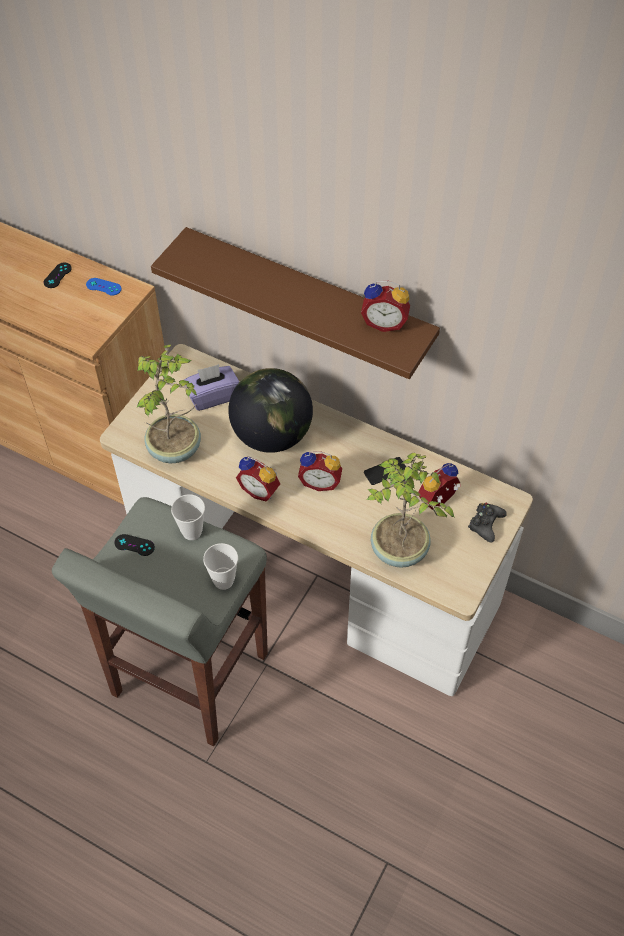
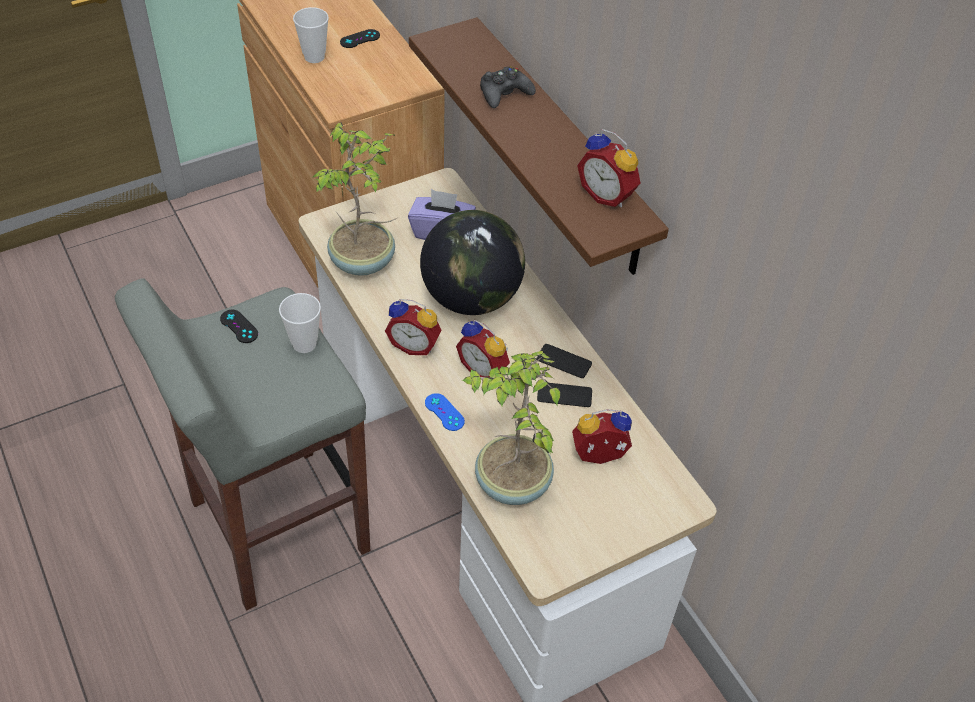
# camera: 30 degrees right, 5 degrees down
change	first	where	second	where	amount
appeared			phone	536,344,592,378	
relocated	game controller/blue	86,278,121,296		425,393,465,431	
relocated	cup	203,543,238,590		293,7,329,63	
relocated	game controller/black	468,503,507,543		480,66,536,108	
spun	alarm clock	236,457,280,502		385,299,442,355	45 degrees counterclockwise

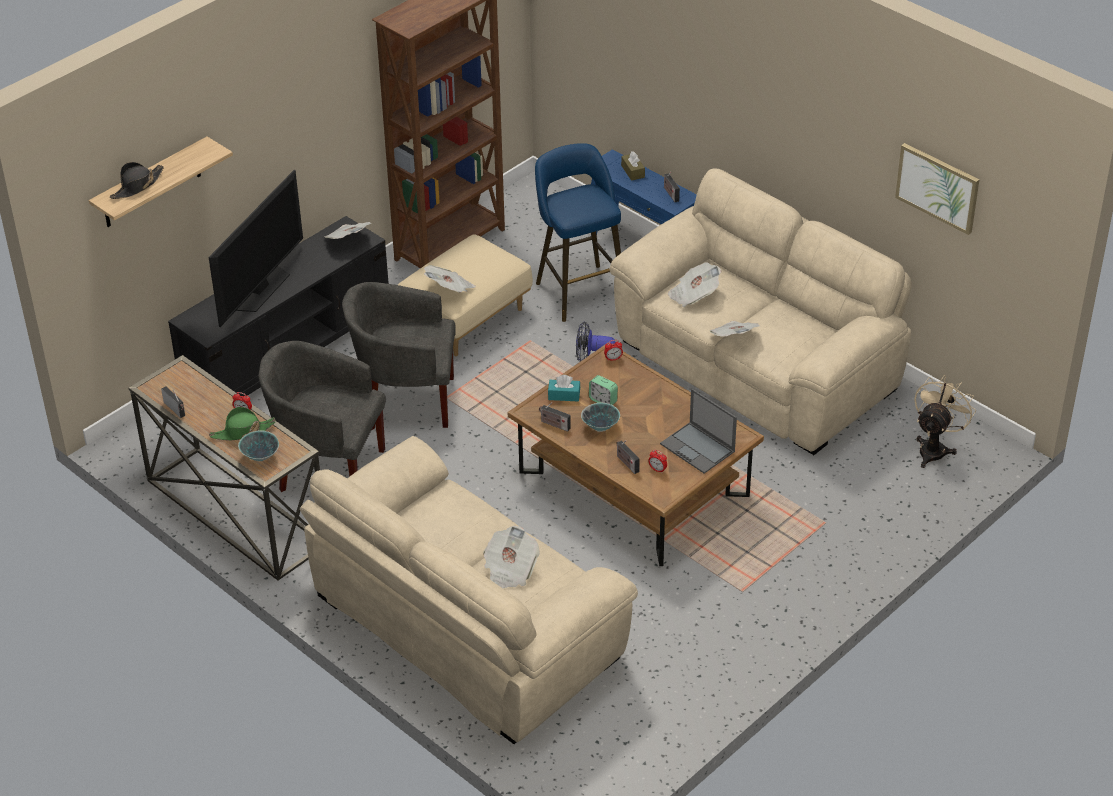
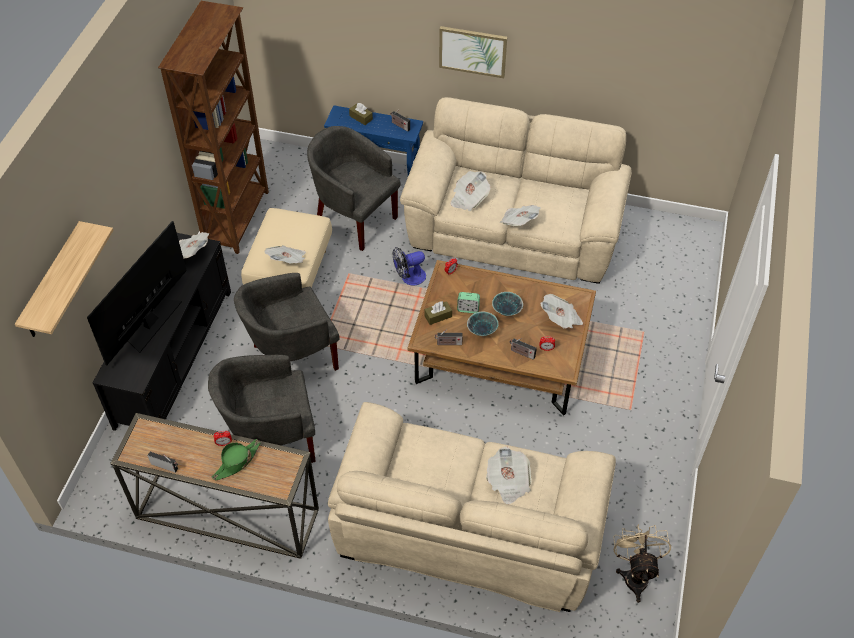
# camera: 30 degrees left, 10 degrees up
change	first	where	second	where	amount
missing	hat/black	110,162,164,199			
relocated	bowl	238,430,279,462		492,292,523,316	
relocated	picture	895,143,979,235		439,26,507,78	
relocated	fan/beige	914,375,976,468		613,524,671,603	
exchanged	stool/blue	535,143,621,322	armchair/grey	307,126,401,251	
exchanged	laptop	660,389,737,474	newspaper	540,294,583,329	
colour	tissue box/turquoise	548,375,580,402	tissue box/brown	424,301,452,325	
spun	television	209,170,303,327		87,221,187,366	150 degrees counterclockwise

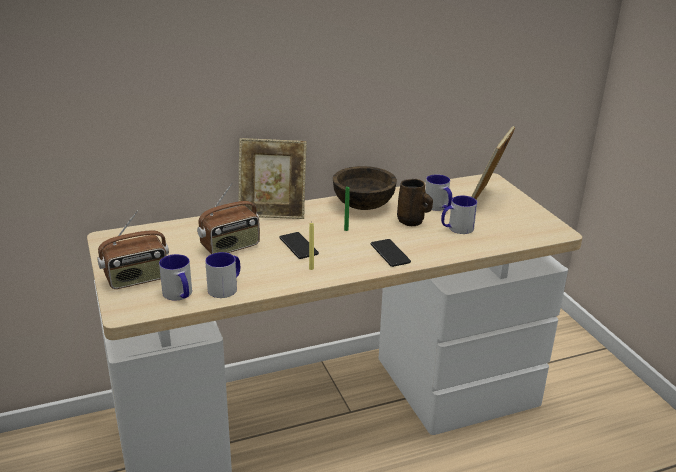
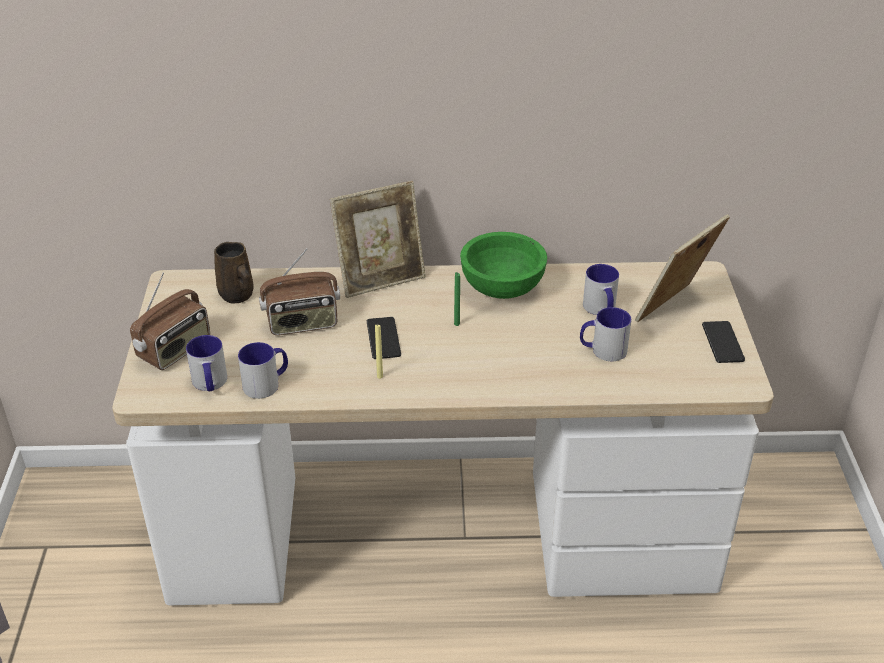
# camera: 20 degrees right, 10 degrees up
change	first	where	second	where	amount
relocated	phone	371,239,411,267		702,321,745,363	
relocated	mug/brown	397,179,433,226		214,242,254,304	
colour	bowl/brown	333,166,397,210	bowl/green	460,232,547,299	
spun	radio	97,211,169,289		130,273,210,370	45 degrees counterclockwise
spun	picture frame	238,138,307,219		330,181,426,298	45 degrees counterclockwise

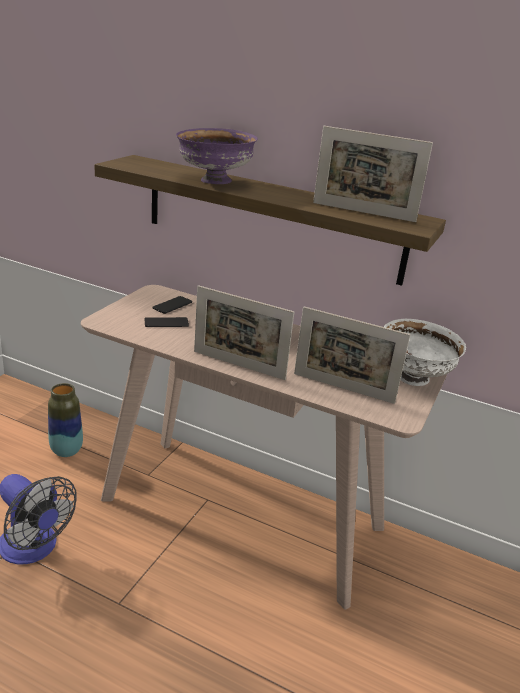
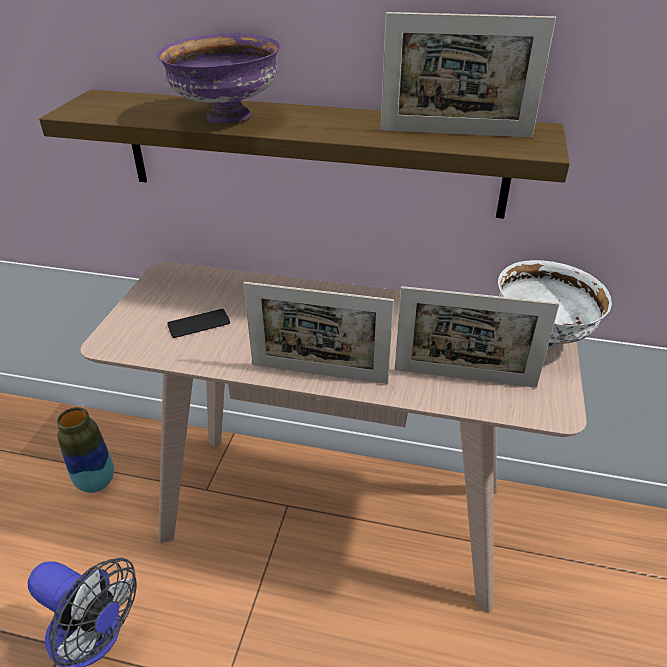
# camera: 10 degrees left, 10 degrees up
change	first	where	second	where	amount
missing	phone	152,296,192,314			

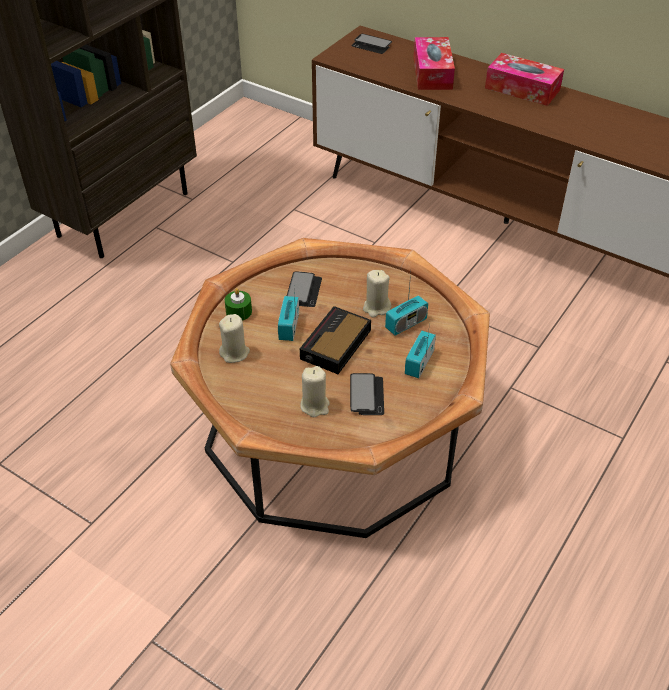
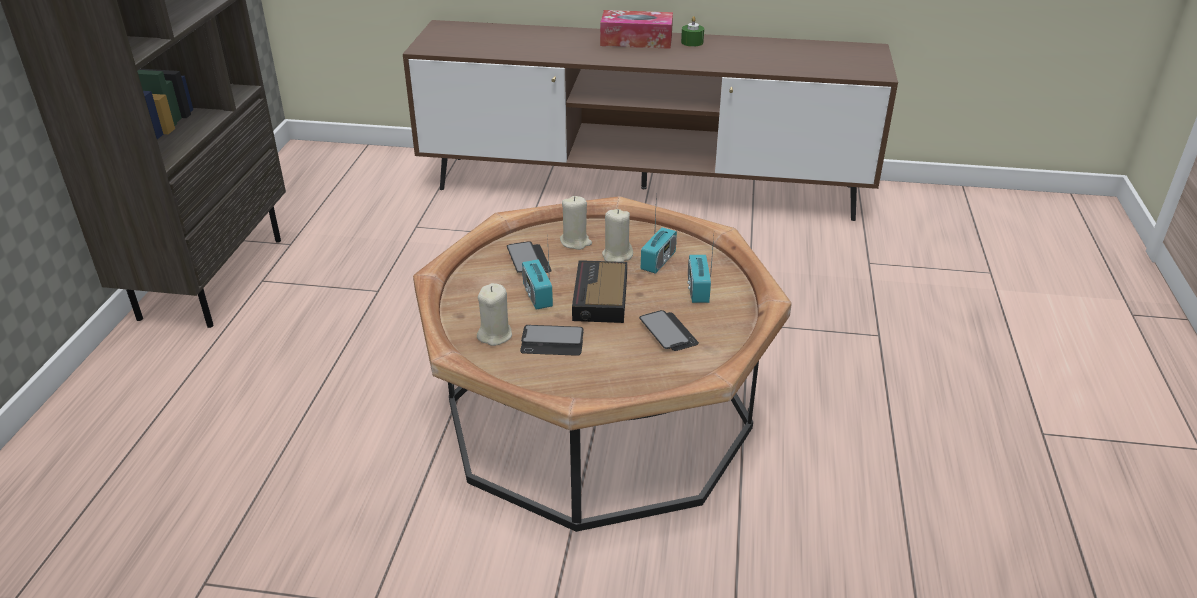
# camera: 25 degrees left, 10 degrees down
change	first	where	second	where	amount
missing	tissue box	413,37,455,90			
relocated	candle/green	225,288,252,321		681,16,704,47	
relocated	candle/beige	300,366,329,417		560,196,592,250	
relocated	phone	351,34,392,54		520,325,584,356	

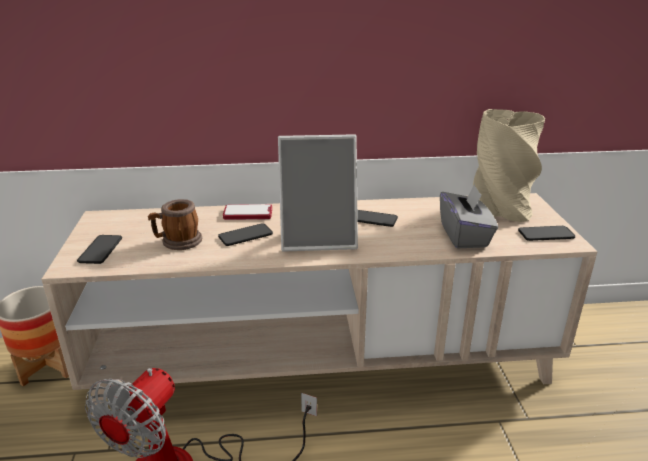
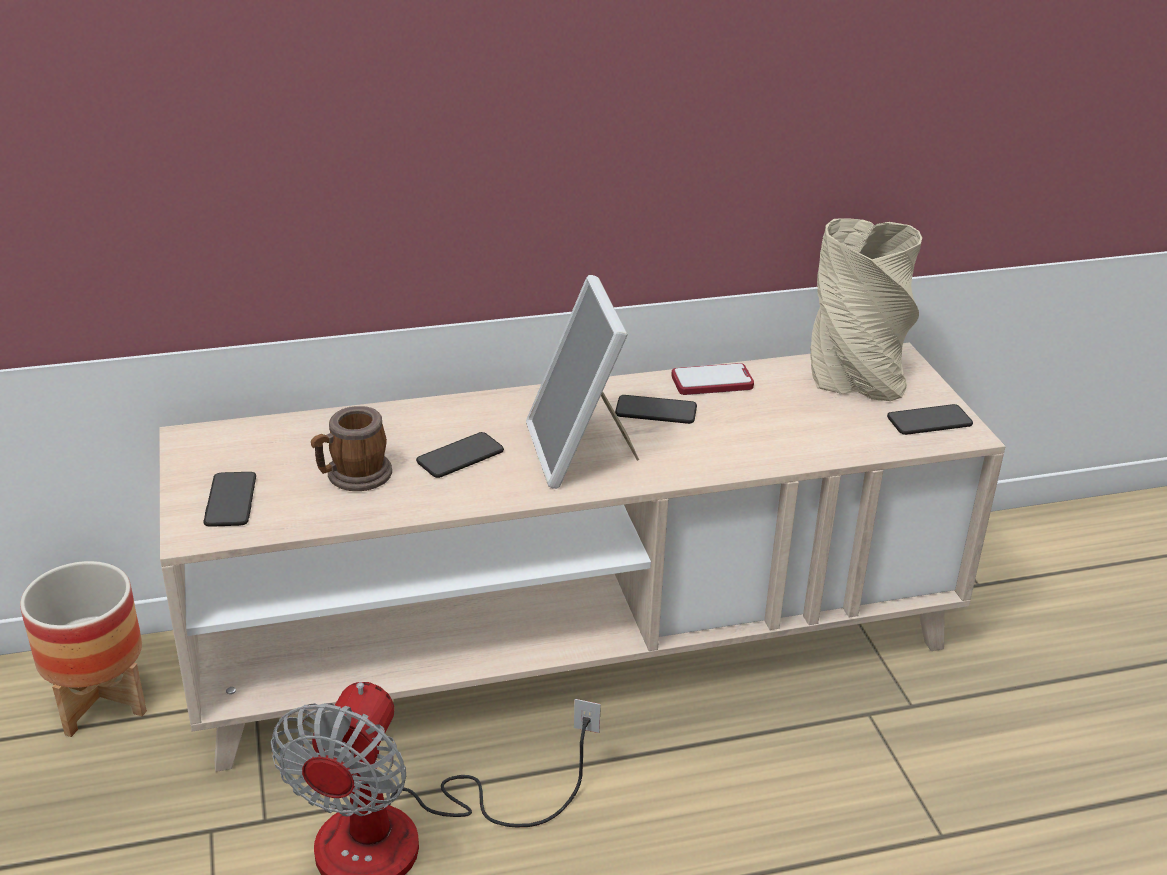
# camera: 10 degrees left, 5 degrees up
change	first	where	second	where	amount
missing	tissue box/grey	440,184,498,249			
relocated	phone	223,204,272,220		671,363,754,395	
spun	picture frame	278,134,358,252		526,275,639,489	90 degrees clockwise

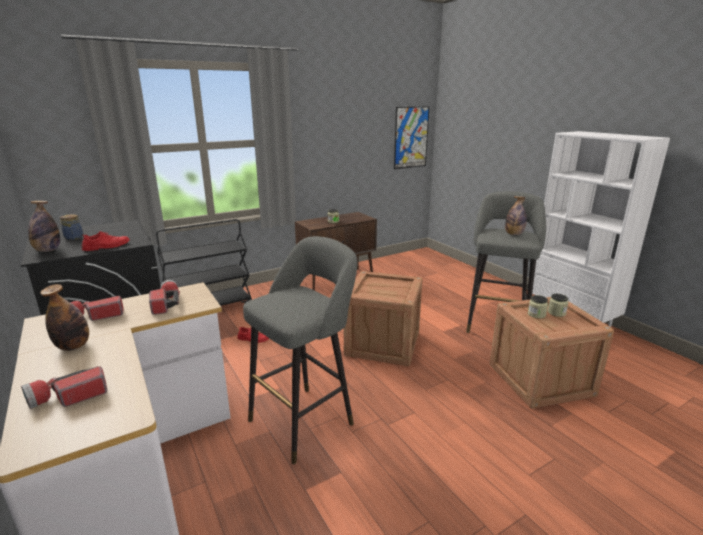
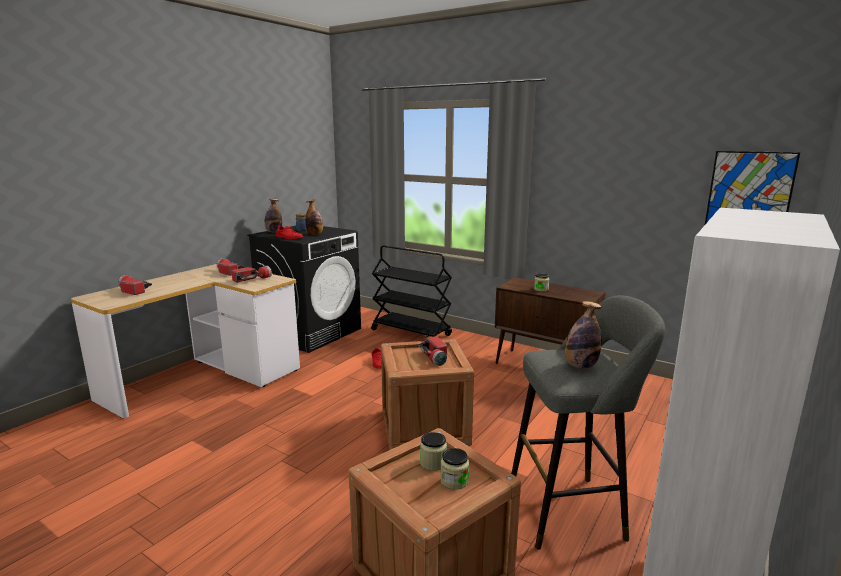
# camera: 65 degrees right, 5 degrees down
change	first	where	second	where	amount
missing	stool/grey	243,236,358,464			
appeared			flashlight	418,336,447,366	
relocated	bottle	40,284,89,351		305,200,323,235	

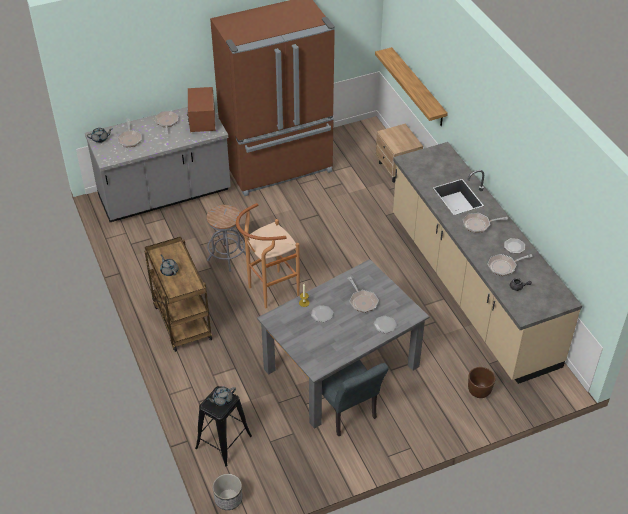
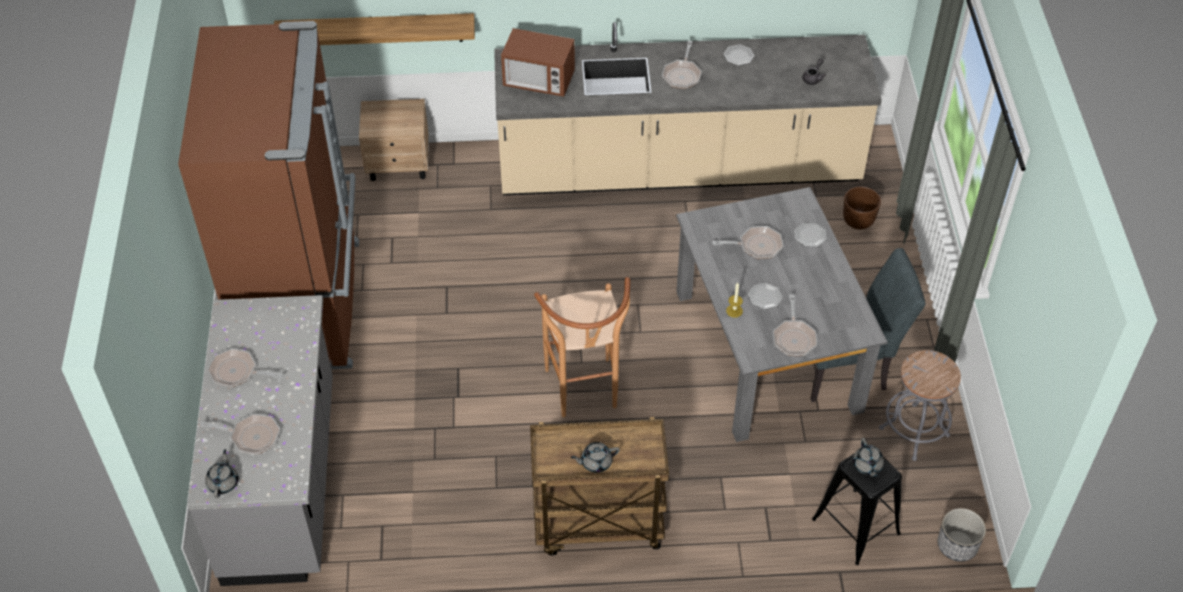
# camera: 70 degrees left, 5 degrees up
change	first	where	second	where	amount
relocated	microwave	187,87,215,132		501,28,575,97	
relocated	stool/grey	207,205,246,272		879,350,961,461	
relocated	frying pan	487,254,533,276		773,295,817,356	

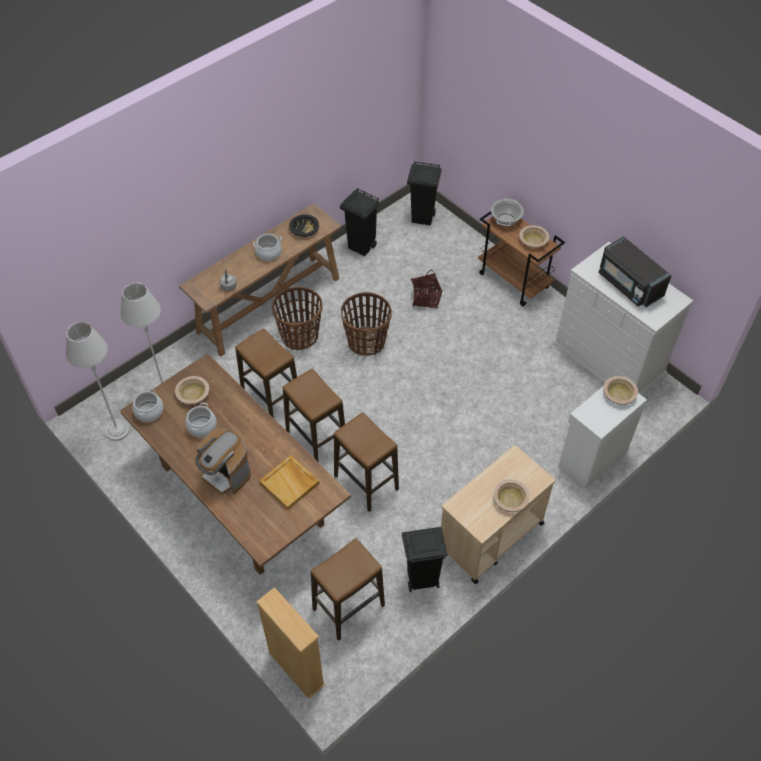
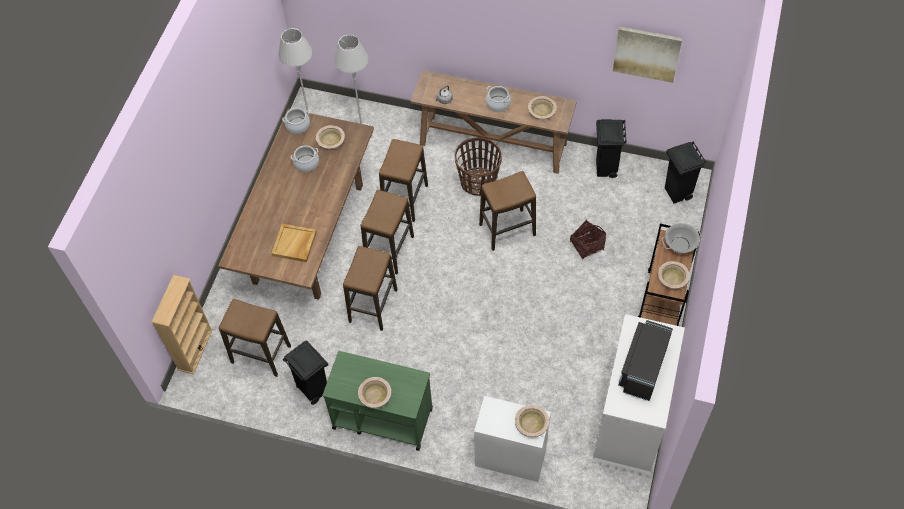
# camera: 60 degrees right, 5 degrees up
change	first	where	second	where	amount
missing	coffee machine	195,428,251,495			
appeared			picture	613,27,683,83	
exchanged	basket	341,292,392,356	stool	479,171,536,251	
colour	bowl/black	289,214,319,237	bowl/beige	528,96,557,120	
colour	cart/beige	441,445,555,584	cart/green	323,351,433,451	

